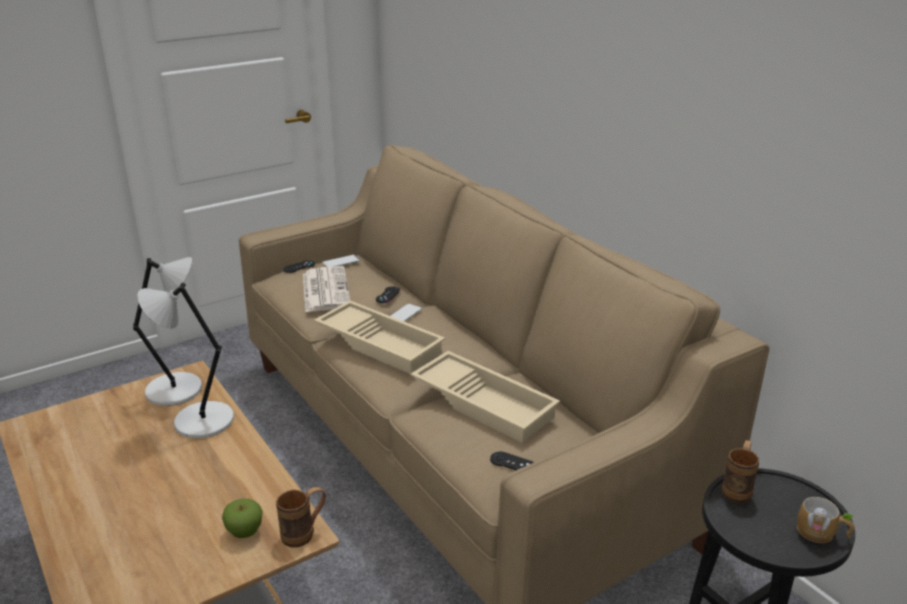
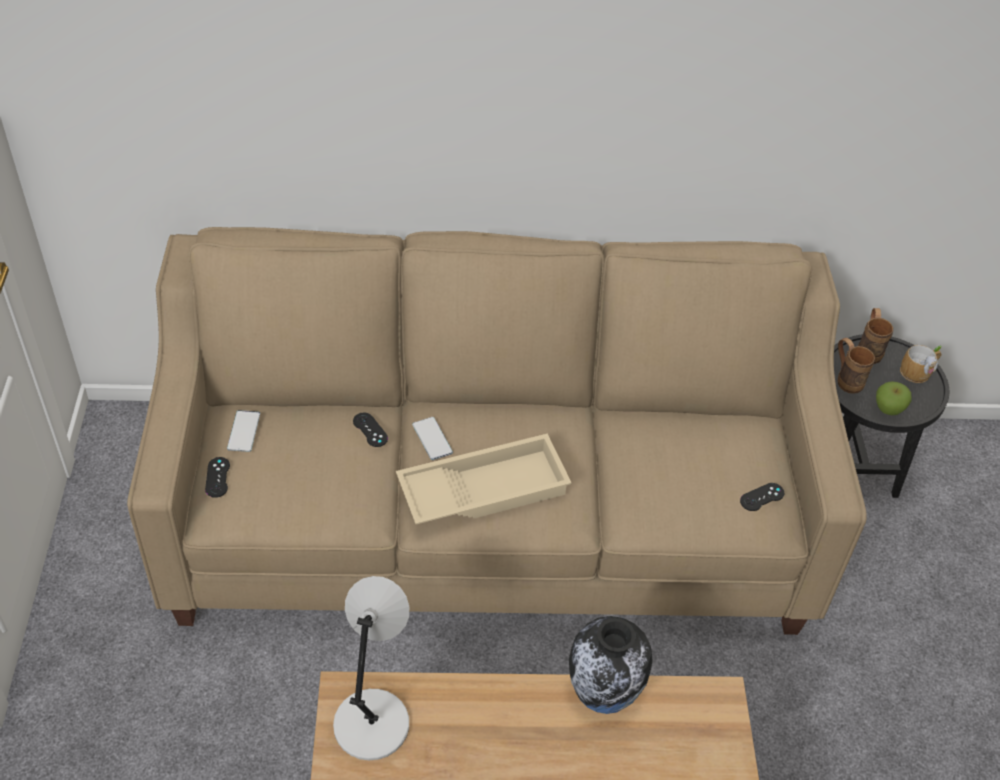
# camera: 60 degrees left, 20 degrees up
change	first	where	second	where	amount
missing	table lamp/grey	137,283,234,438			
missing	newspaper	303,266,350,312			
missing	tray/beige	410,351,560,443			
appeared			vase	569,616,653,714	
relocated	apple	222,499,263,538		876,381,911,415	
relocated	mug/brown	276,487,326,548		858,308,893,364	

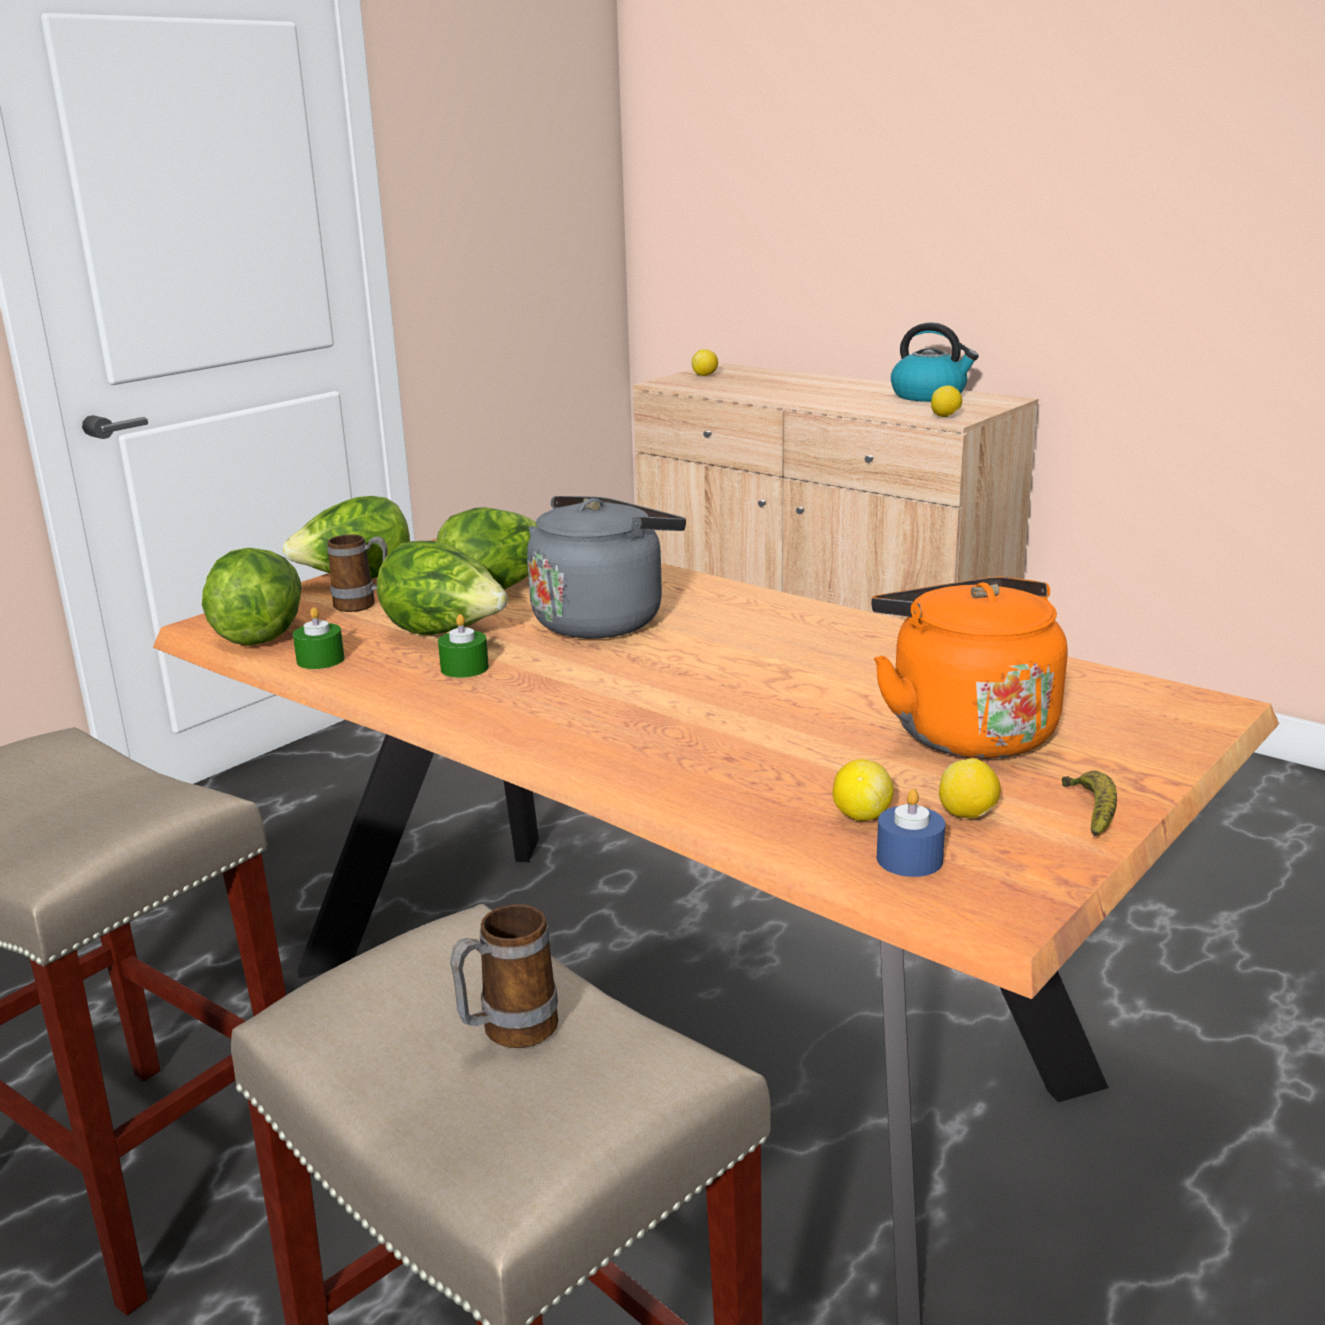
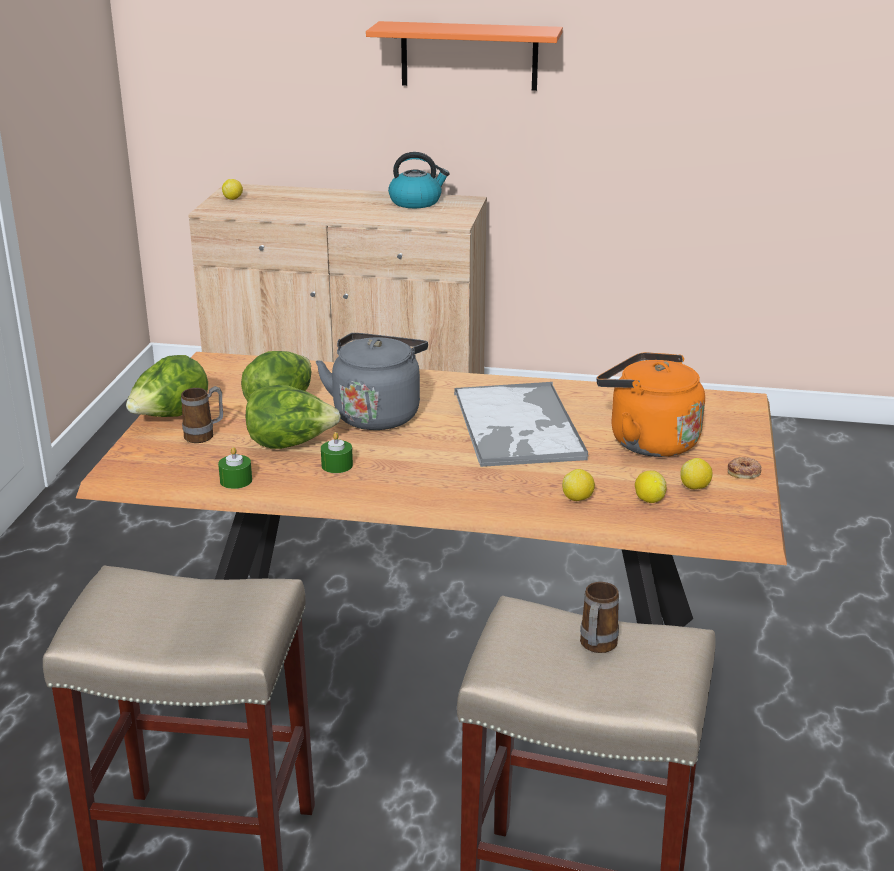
# camera: 30 degrees left, 5 degrees up
change	first	where	second	where	amount
missing	lettuce	202,548,301,646			
missing	candle/blue	877,789,945,877			
appeared			shelf/orange	366,21,563,91	
appeared			tray	454,382,588,467	
relocated	lemon	931,385,962,417		562,469,595,501	
exchanged	banana	1062,770,1117,837	donut	728,457,762,479	

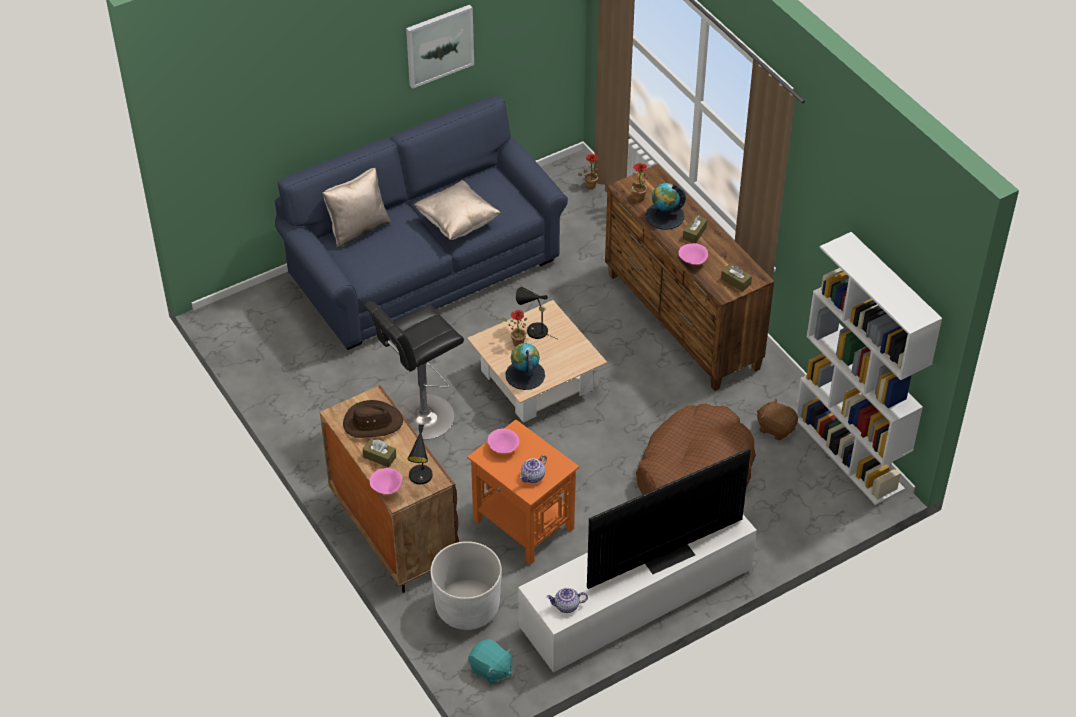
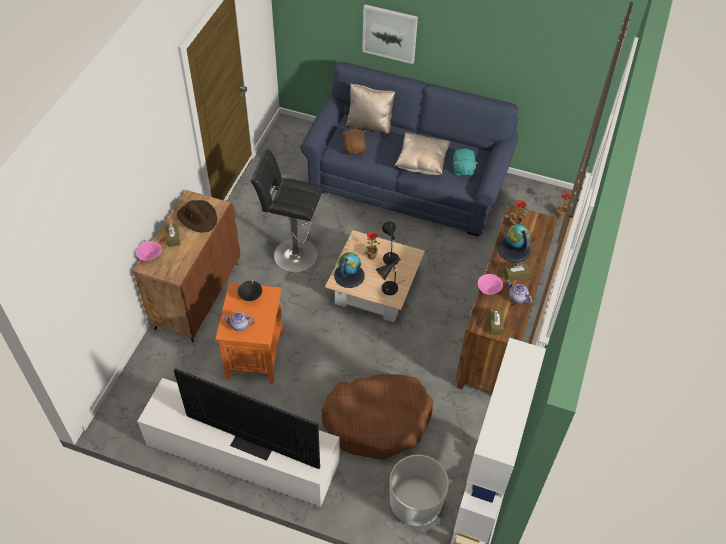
# camera: 50 degrees right, 5 degrees up
change	first	where	second	where	amount
relocated	picture	406,5,474,89		362,4,418,64	
relocated	table lamp/black	408,424,432,484		376,257,405,295	
relocated	planter/white	430,541,502,630		390,455,449,526	
relocated	plush toy/turquoise	468,639,512,685		453,148,478,176	
relocated	teapot	546,588,588,613		507,280,532,304	
relocated	plush toy/brown	757,399,798,440		342,129,366,155	
colour	bowl/pink	488,429,519,453	bowl/black	238,281,262,301	

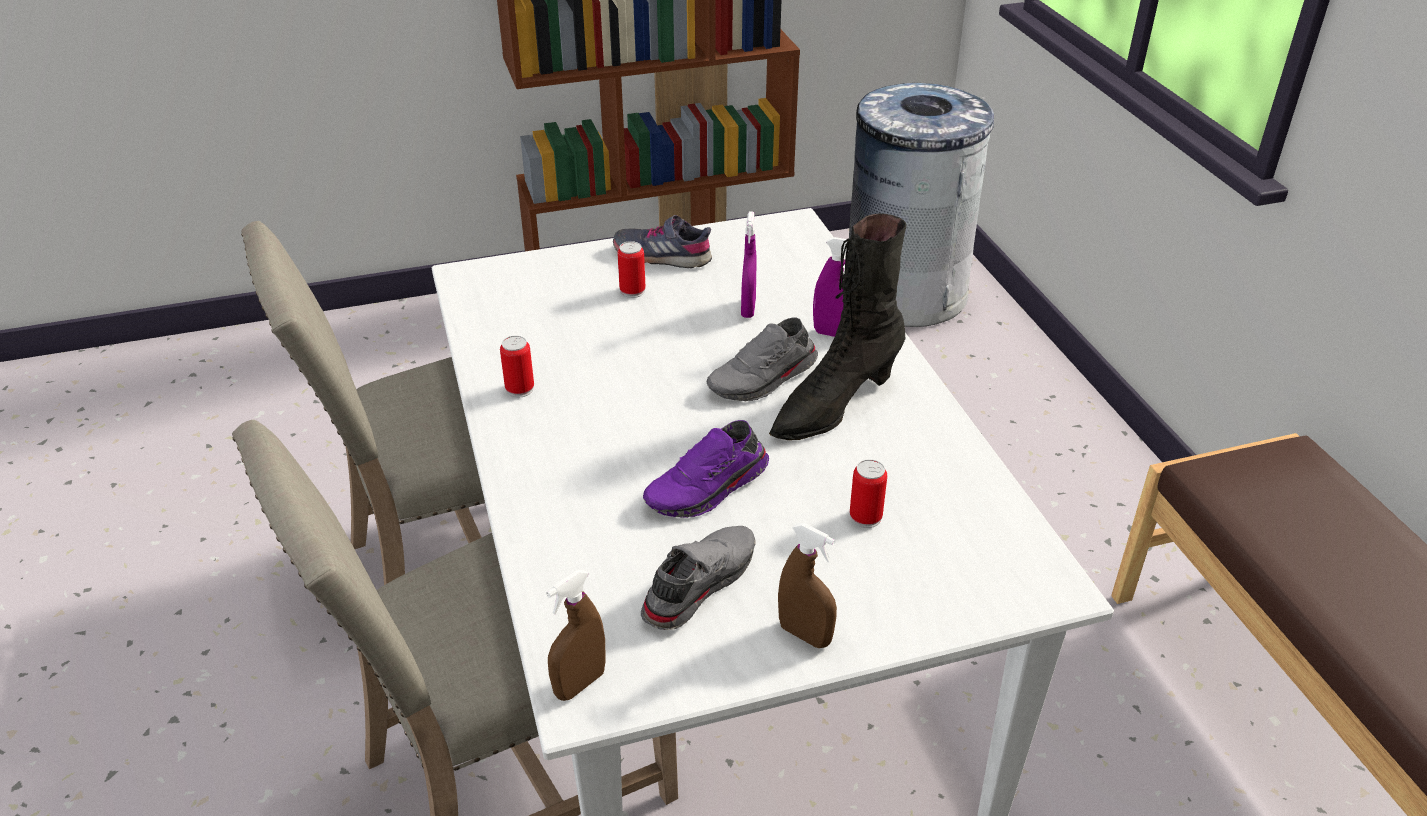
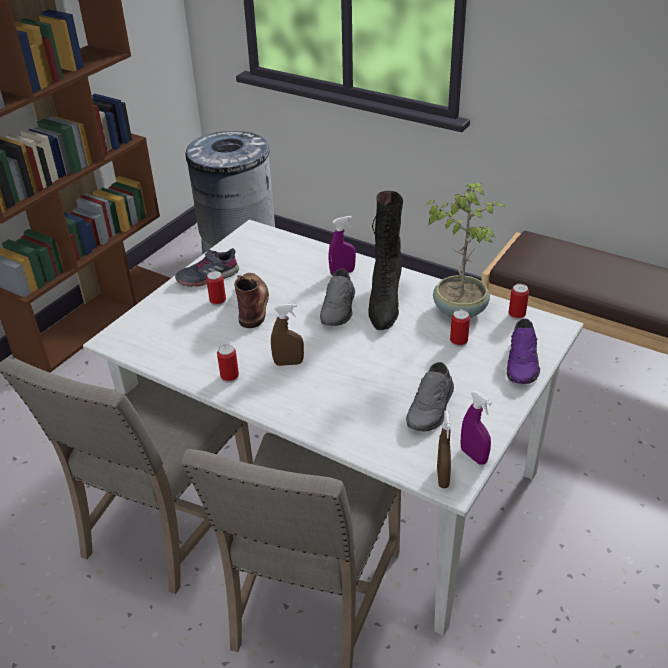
# camera: 40 degrees left, 0 degrees up
change	first	where	second	where	amount
appeared			boot/brown	234,273,269,328	
appeared			potted plant	426,183,505,318	
appeared			can	509,284,529,320	
relocated	shoe/purple	643,420,769,518		507,319,540,384	
relocated	spray bottle/purple	741,211,756,318		460,391,492,465	
relocated	spray bottle/brown	778,523,837,648		271,304,304,366	
spun	shoe/grey	641,526,756,630		406,362,454,432	150 degrees counterclockwise

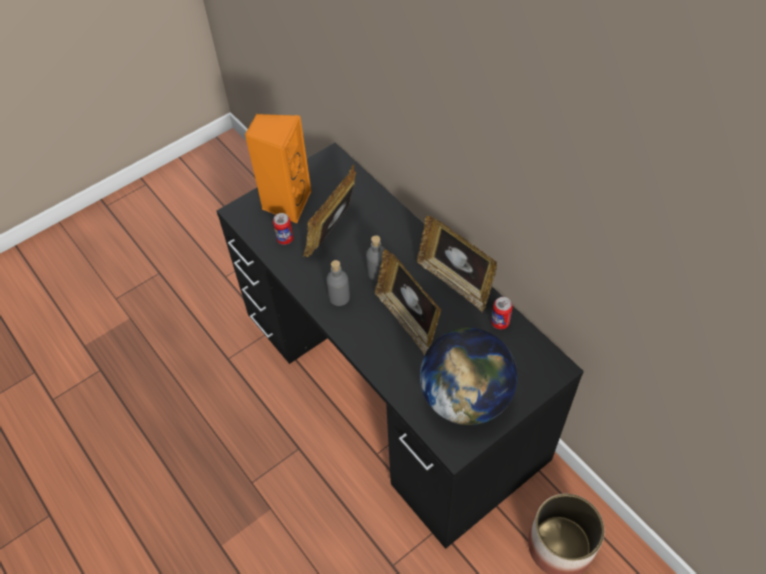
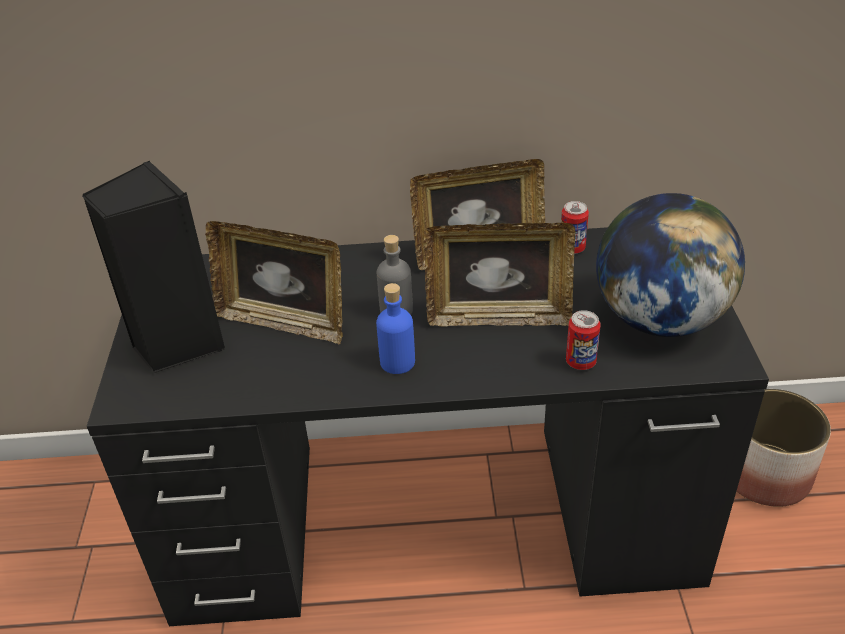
# camera: 55 degrees left, 15 degrees down
change	first	where	second	where	amount
relocated	can	273,213,293,245		566,310,601,370	
colour	speaker/orange	245,114,312,223	speaker/black	82,160,225,373	
colour	bottle/grey	326,260,350,306	bottle/blue	376,283,415,374	
spun	picture frame	302,164,356,257		205,221,343,344	45 degrees counterclockwise

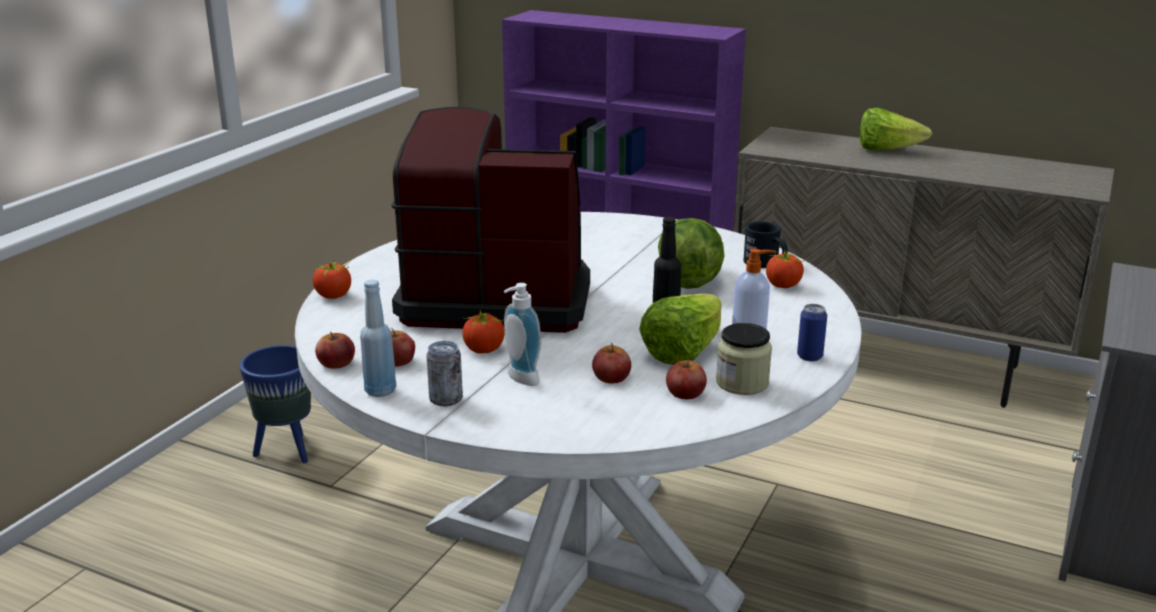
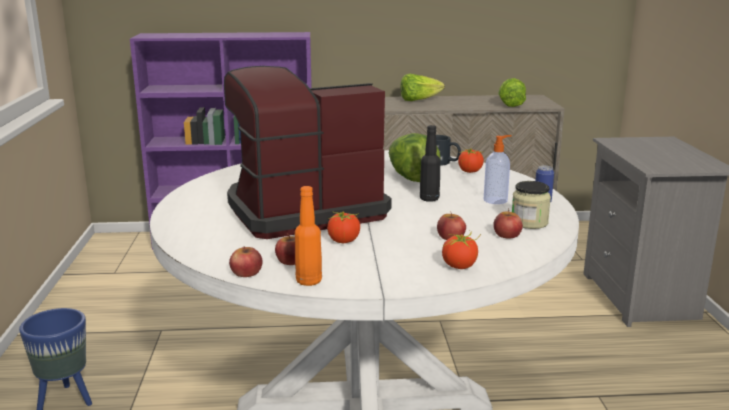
# camera: 30 degrees left, 5 degrees down
change	first	where	second	where	amount
missing	can	426,341,463,407			
missing	soap dispenser	504,283,541,386			
relocated	tomato	311,260,351,299		442,230,481,269	
relocated	lettuce	639,294,722,365		498,78,526,107	
colour	bottle/blue	360,280,396,397	bottle/orange	295,186,322,286	

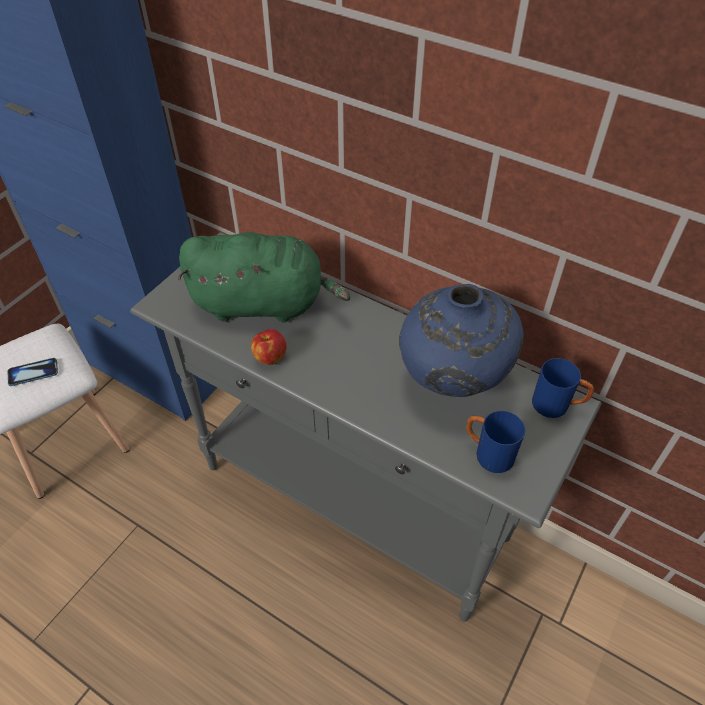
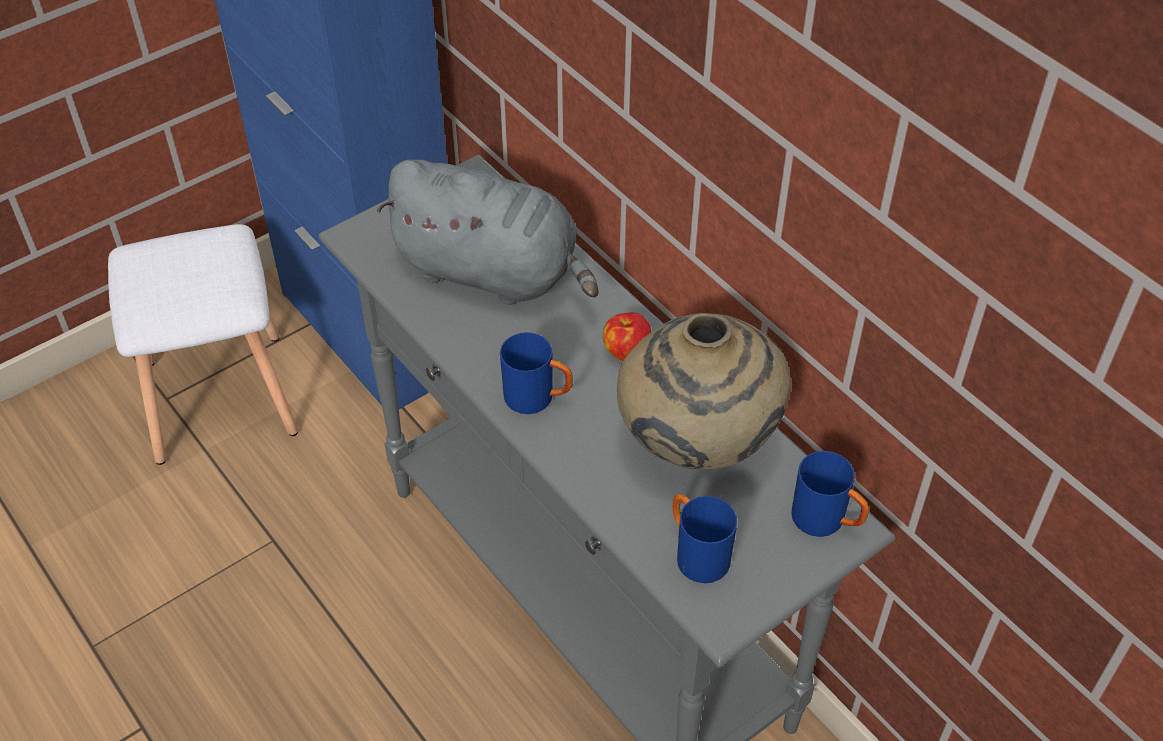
# camera: 20 degrees right, 0 degrees up
change	first	where	second	where	amount
missing	phone	8,358,58,386			
appeared			mug/blue	500,332,573,414	
relocated	apple	251,329,287,365		603,312,652,361	
colour	plush toy/green	178,232,350,322	plush toy/grey	377,160,598,305	
colour	vase/blue	399,284,524,397	vase/beige	617,313,791,469	

